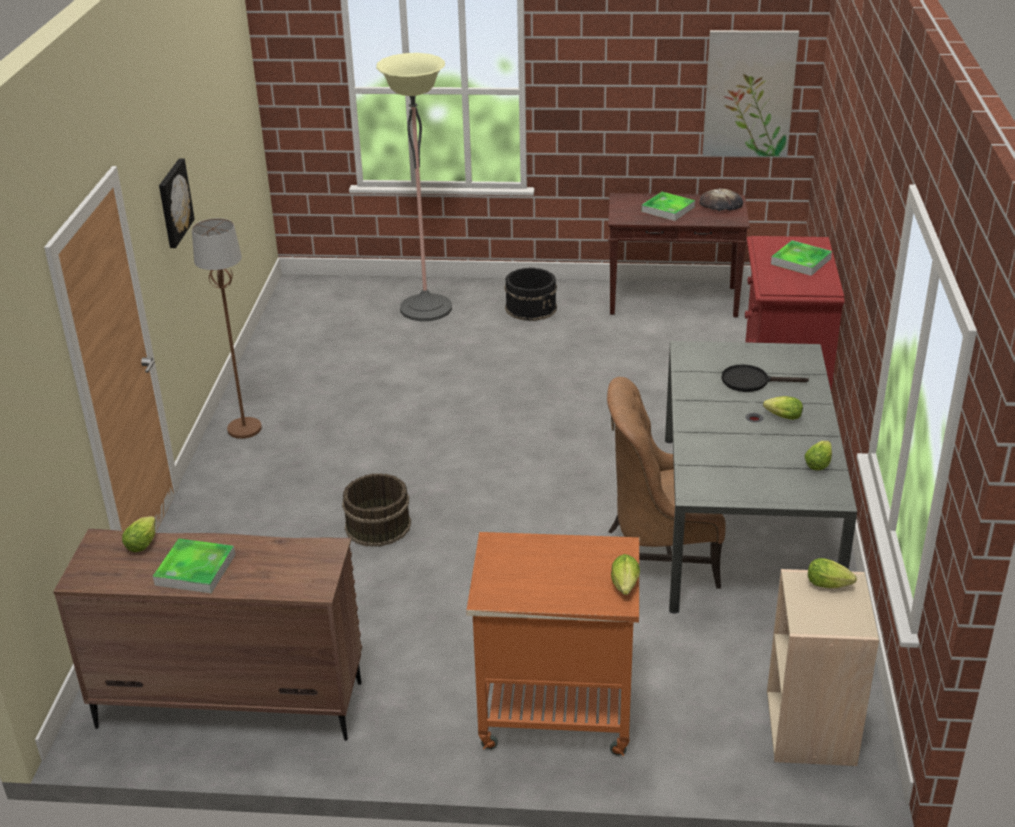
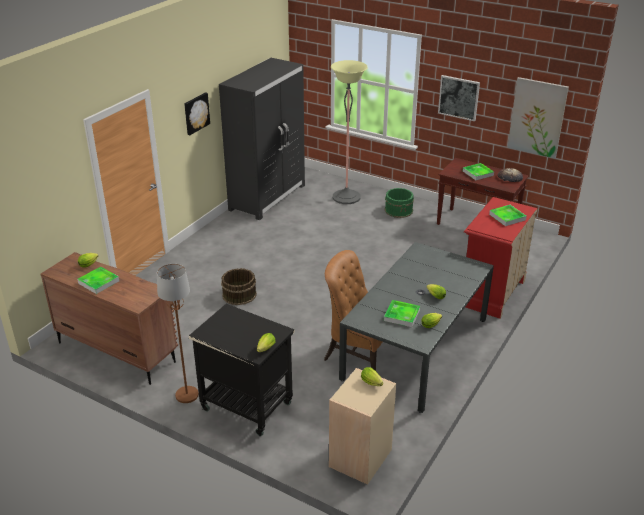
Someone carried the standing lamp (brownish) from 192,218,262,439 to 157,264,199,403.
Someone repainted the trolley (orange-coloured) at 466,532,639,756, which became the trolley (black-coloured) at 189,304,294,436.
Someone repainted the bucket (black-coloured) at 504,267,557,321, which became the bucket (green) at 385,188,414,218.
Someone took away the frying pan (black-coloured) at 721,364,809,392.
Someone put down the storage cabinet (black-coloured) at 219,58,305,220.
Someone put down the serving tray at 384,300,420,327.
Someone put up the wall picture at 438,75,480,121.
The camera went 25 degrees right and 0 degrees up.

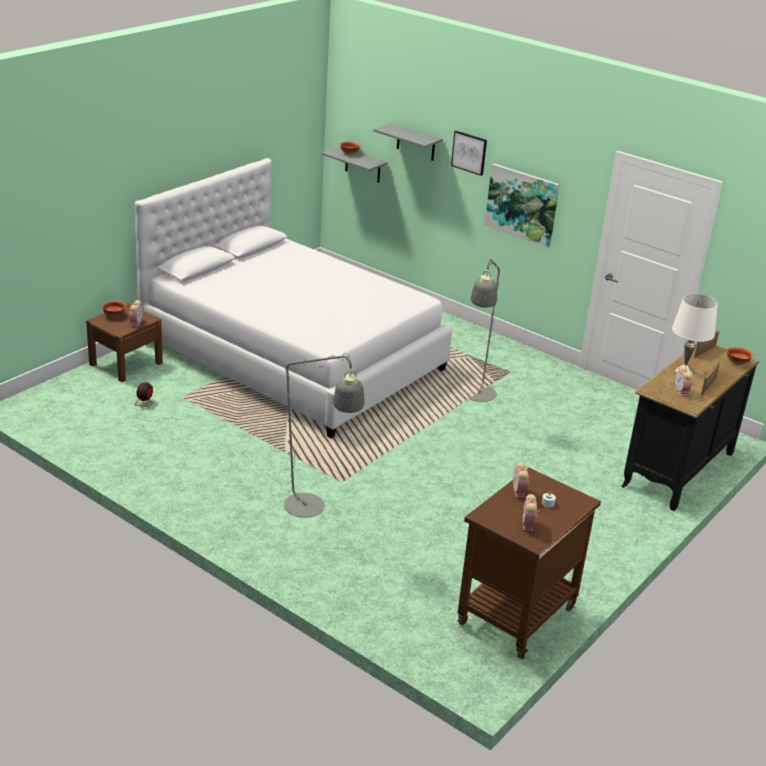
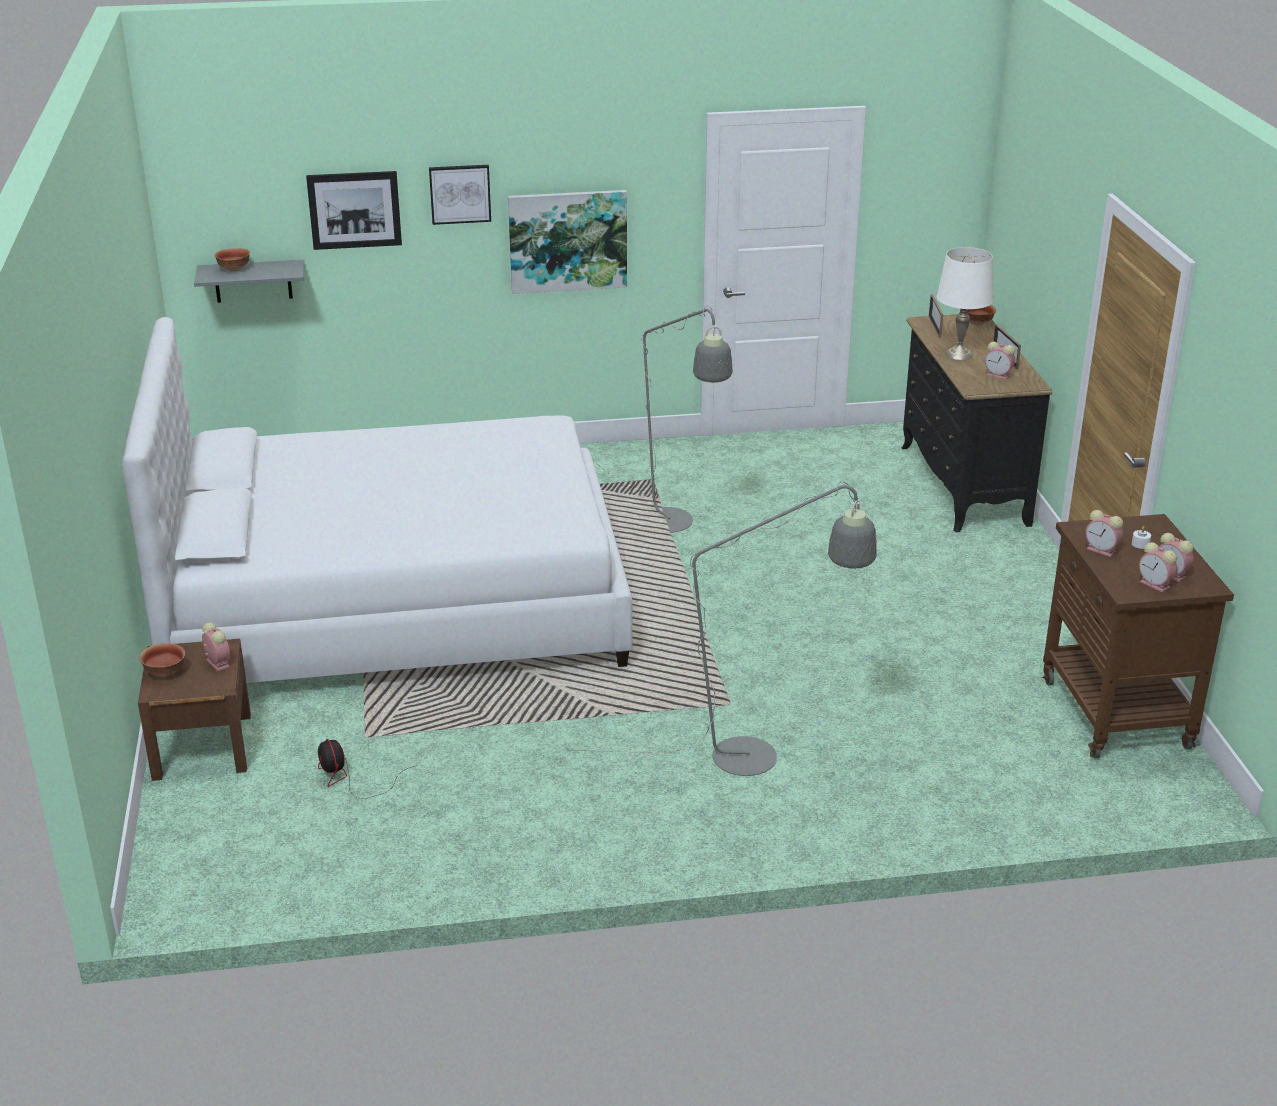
Someone swapped the shelf (greyish) at 373,123,443,161 for the wall picture at 306,171,402,250.
Someone put down the bedside clock at 1139,542,1177,592.
The camera went 45 degrees left and 0 degrees up.

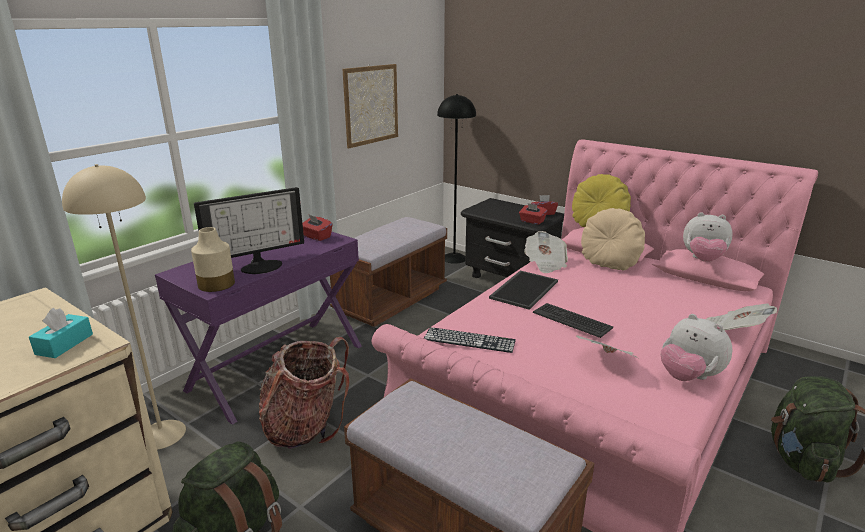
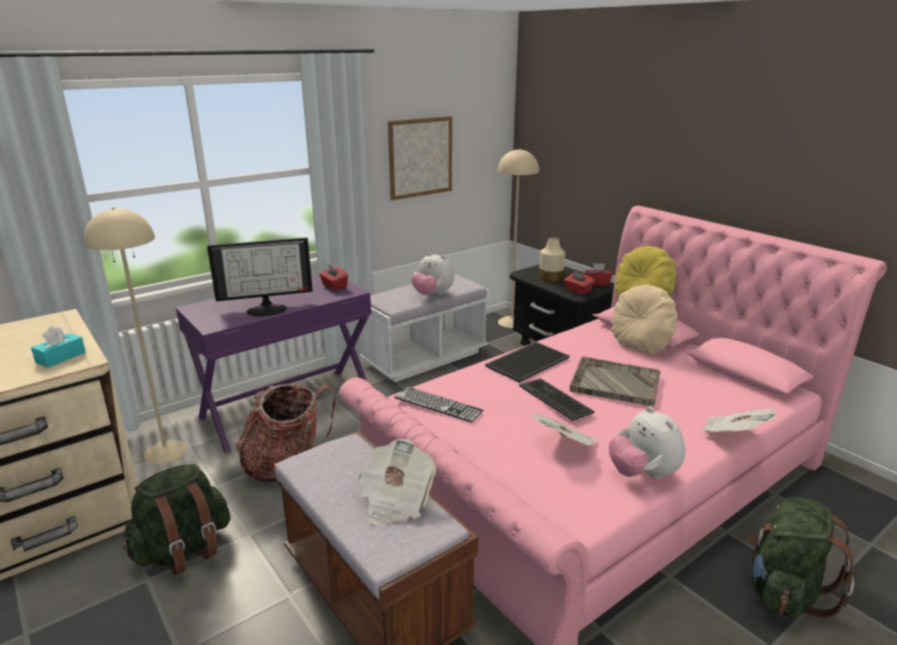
Someone carried the vase (sand-coloured) from 191,227,235,292 to 539,238,565,282.
Someone repainted the indoor bench (brownish) at 330,217,447,327, which became the indoor bench (whitish) at 360,274,489,382.
Someone repainted the standing lamp (black-coloured) at 437,94,476,264, which became the standing lamp (sand-coloured) at 498,148,539,328.
Someone carried the printed paper from 524,231,568,273 to 359,439,436,525.
Someone carried the plush toy from 683,212,733,262 to 411,252,454,295.
Someone put down the serving tray (greyish) at 569,357,660,406.
The camera went 15 degrees right and 0 degrees up.

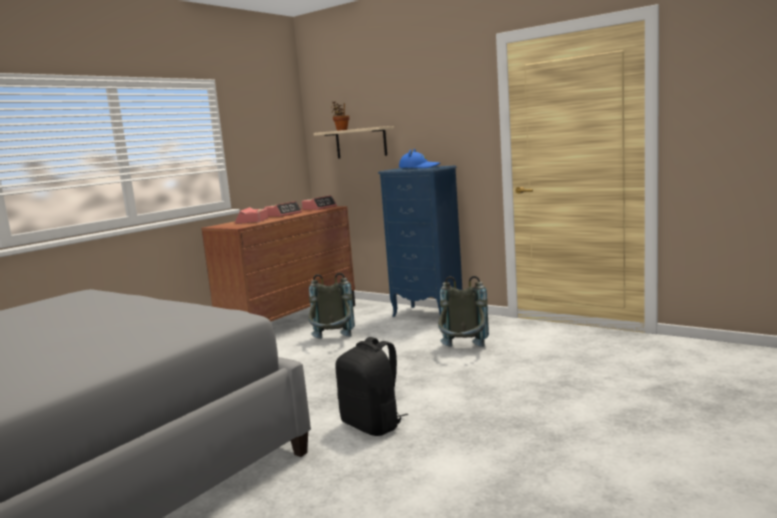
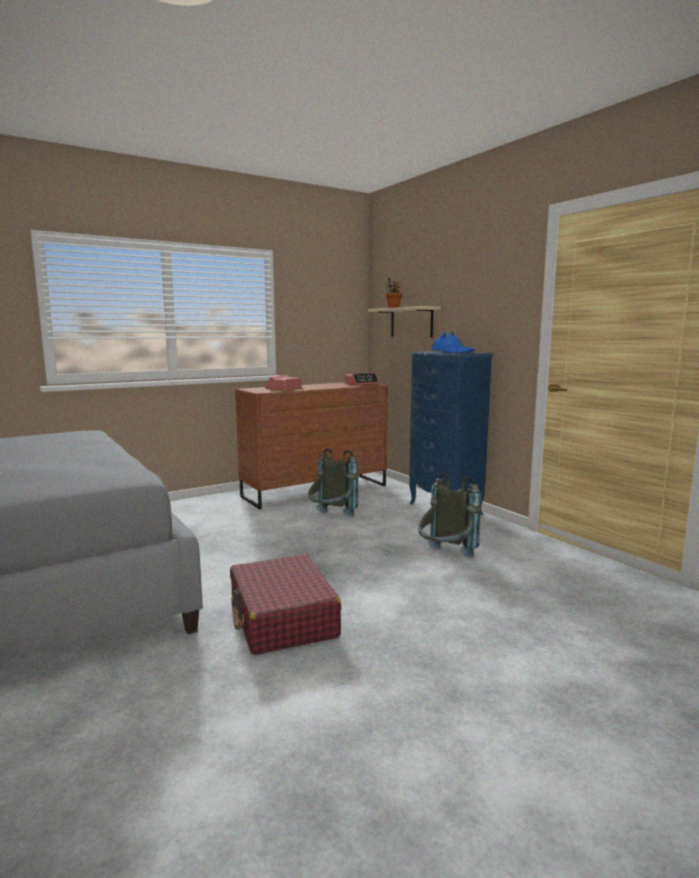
Someone took away the bedside clock at 264,201,302,217.
Someone swapped the backpack (black-coloured) at 336,337,408,436 for the suitcase (reddish) at 230,554,342,655.
The camera went 20 degrees right and 0 degrees up.

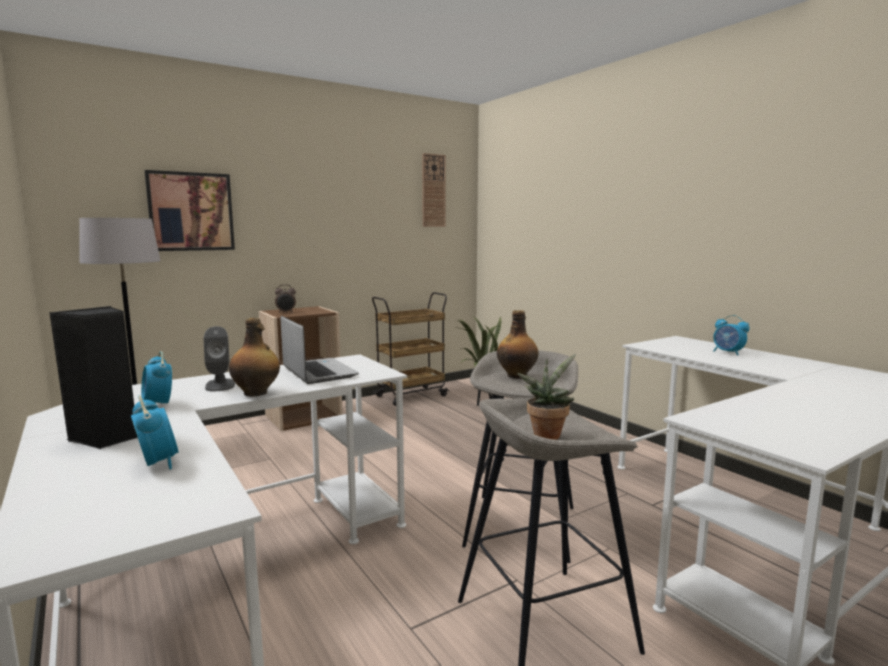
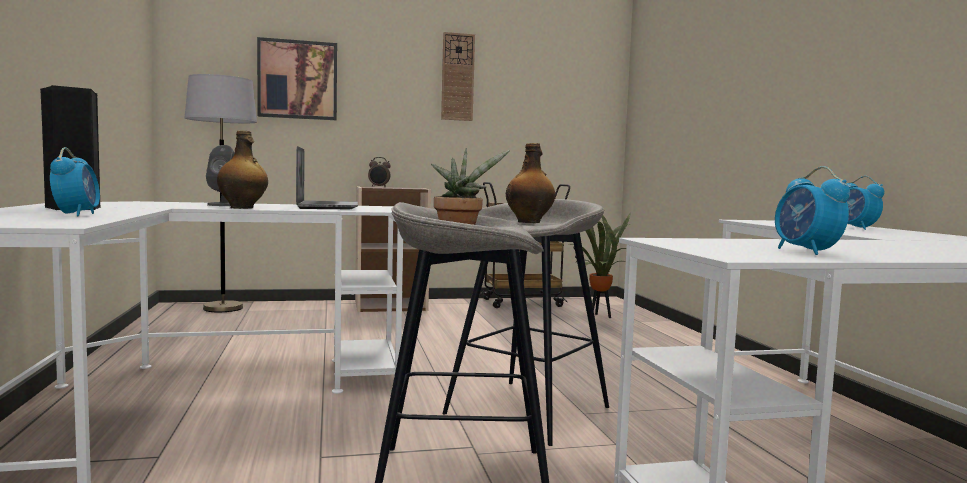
Someone carried the bedside clock from 141,351,172,403 to 775,166,850,255.
Someone carried the hanging clock from 422,153,446,227 to 441,32,475,121.
The camera went 20 degrees right and 5 degrees down.

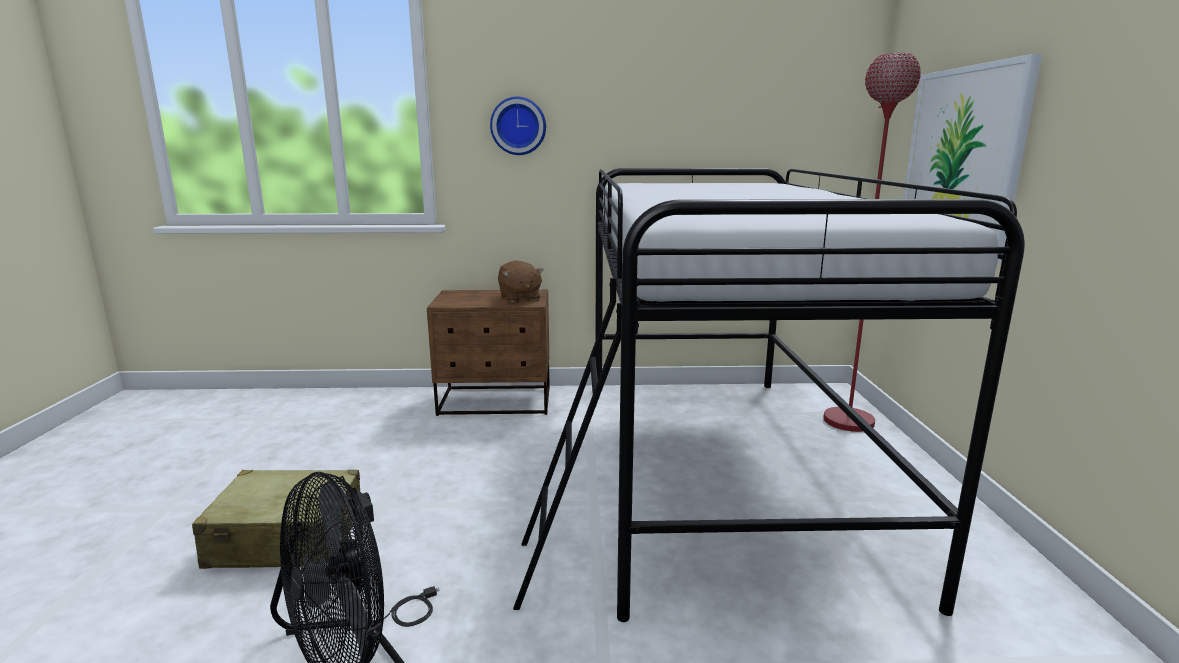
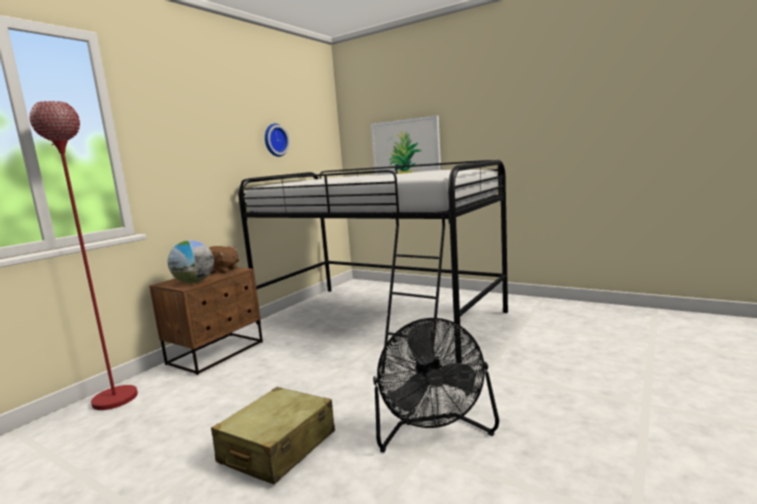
Someone carried the hanging clock from 490,97,546,155 to 265,124,290,157.
Someone carried the standing lamp (reddish) from 823,53,921,432 to 29,101,138,410.
Someone put down the globe at 168,240,214,283.
The camera went 55 degrees left and 5 degrees down.

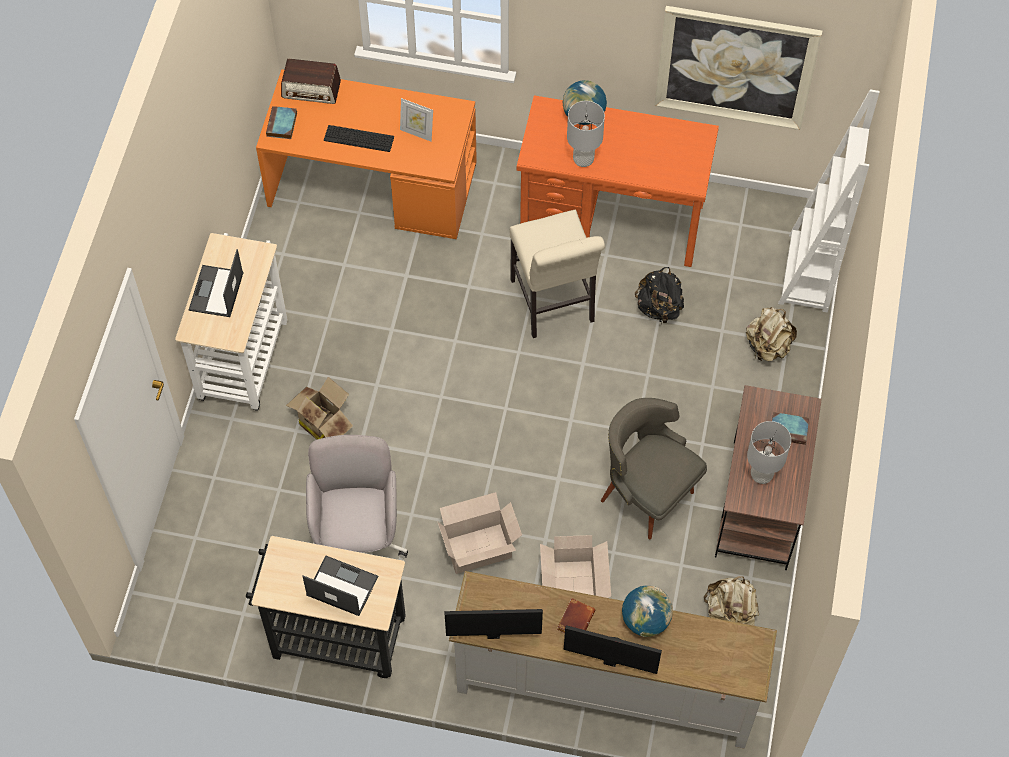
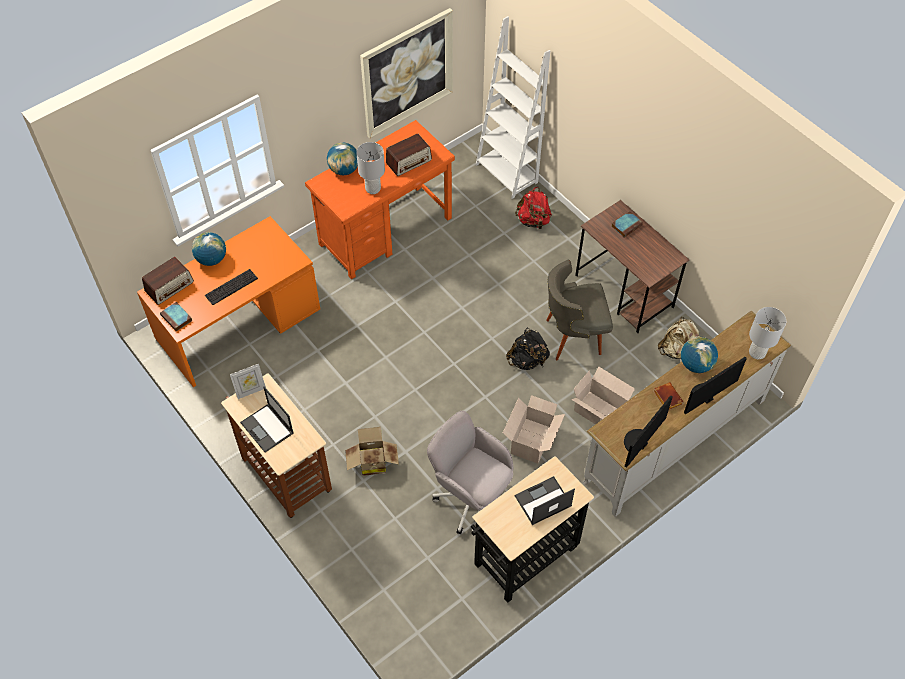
Someone repainted the trolley (whitish) at 175,233,288,411, which became the trolley (brownish) at 221,373,332,518.
Someone carried the picture frame from 400,98,433,142 to 230,364,266,399.
Someone took away the stool (sand-coloured) at 510,210,605,338.
Someone carried the backpack (black-coloured) from 635,267,684,325 to 506,327,550,370.
Someone repainted the backpack (sand-coloured) at 746,307,797,362, which became the backpack (reddish) at 515,187,552,229.
Someone carried the table lamp (greyish) from 747,421,791,484 to 749,307,786,360.
Someone put down the globe at 192,232,226,266.
Someone put down the radio set at 386,134,432,176.
The camera went 50 degrees left and 5 degrees down.

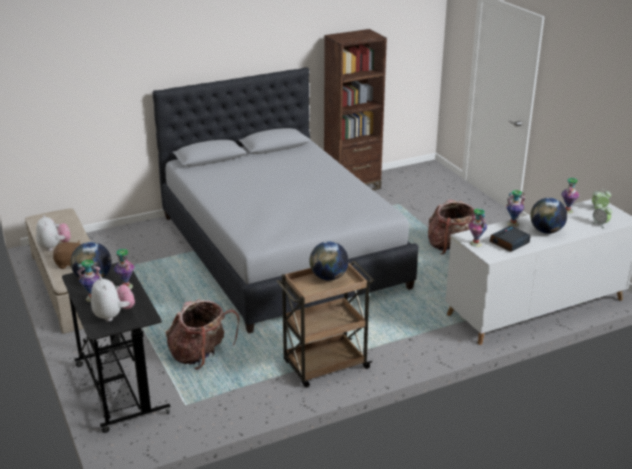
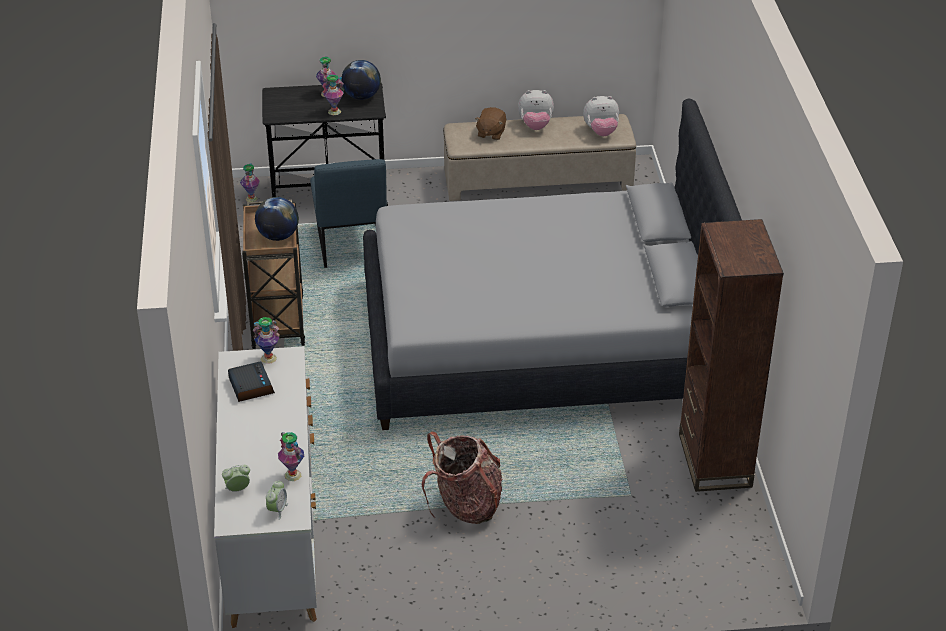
Someone carried the plush toy from 91,276,135,321 to 583,96,619,136.
Someone swapped the backpack at 166,299,239,370 for the chair (blue-coloured) at 310,159,387,268.
Someone carried the vase from 506,190,526,227 to 240,163,260,202.
Someone took away the globe at 530,198,567,234.
The camera went 110 degrees right and 10 degrees up.

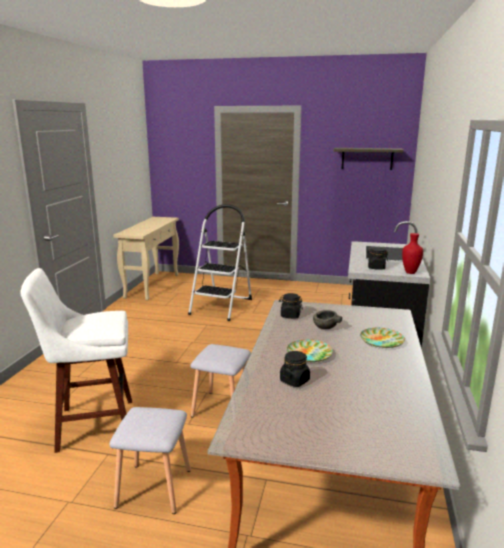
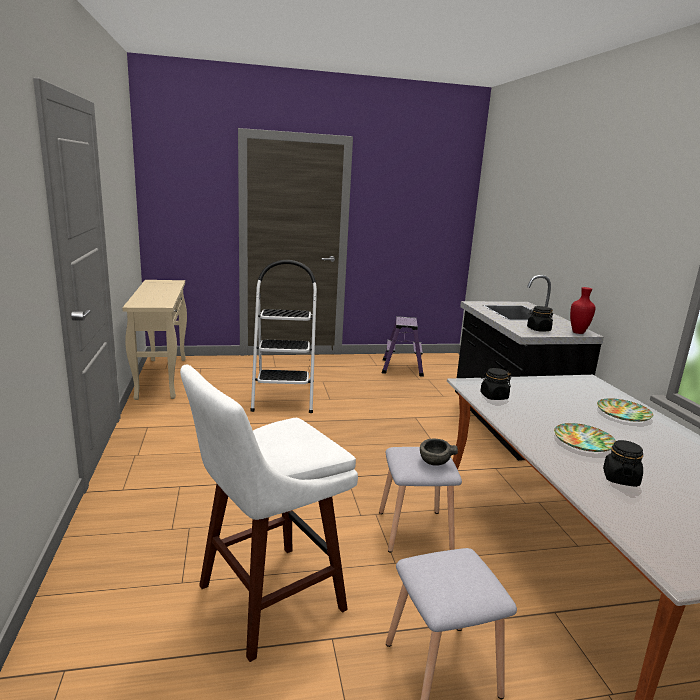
Someone carried the deep dish (greyish) from 313,310,342,329 to 420,439,458,466.
Someone took away the shelf at 334,148,404,170.
Someone put down the step stool (purplish) at 382,316,424,377.
The camera went 25 degrees left and 0 degrees up.

